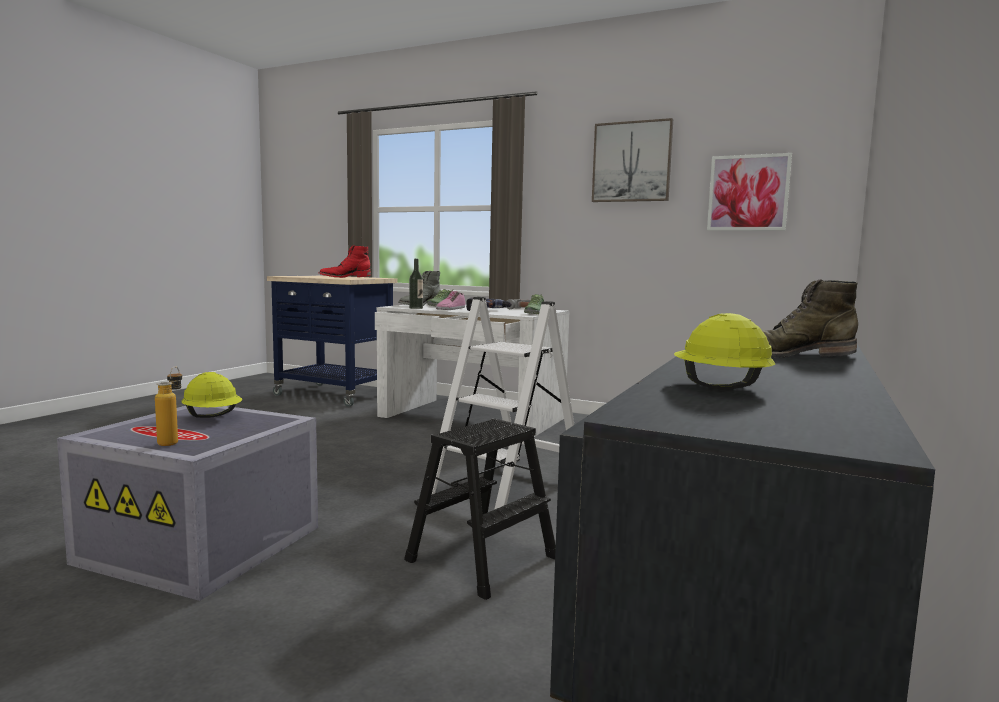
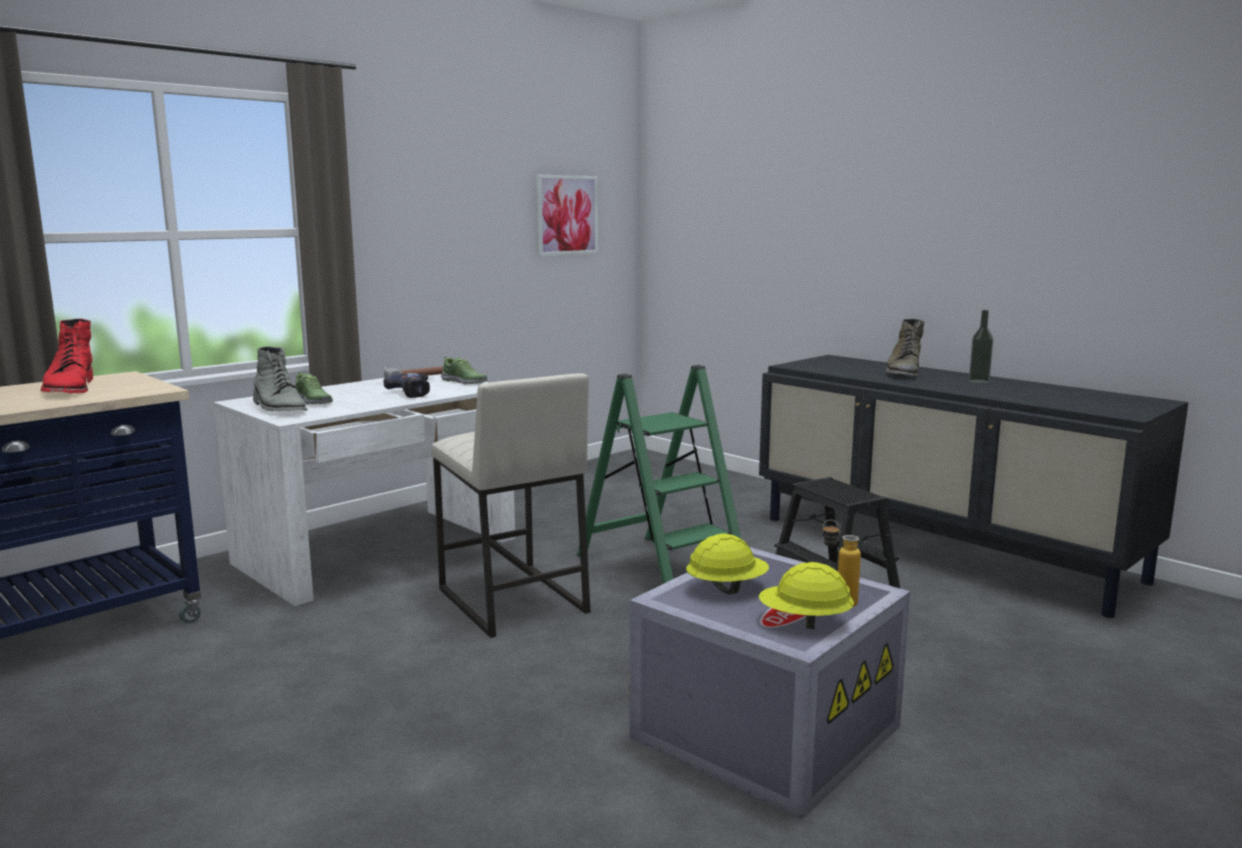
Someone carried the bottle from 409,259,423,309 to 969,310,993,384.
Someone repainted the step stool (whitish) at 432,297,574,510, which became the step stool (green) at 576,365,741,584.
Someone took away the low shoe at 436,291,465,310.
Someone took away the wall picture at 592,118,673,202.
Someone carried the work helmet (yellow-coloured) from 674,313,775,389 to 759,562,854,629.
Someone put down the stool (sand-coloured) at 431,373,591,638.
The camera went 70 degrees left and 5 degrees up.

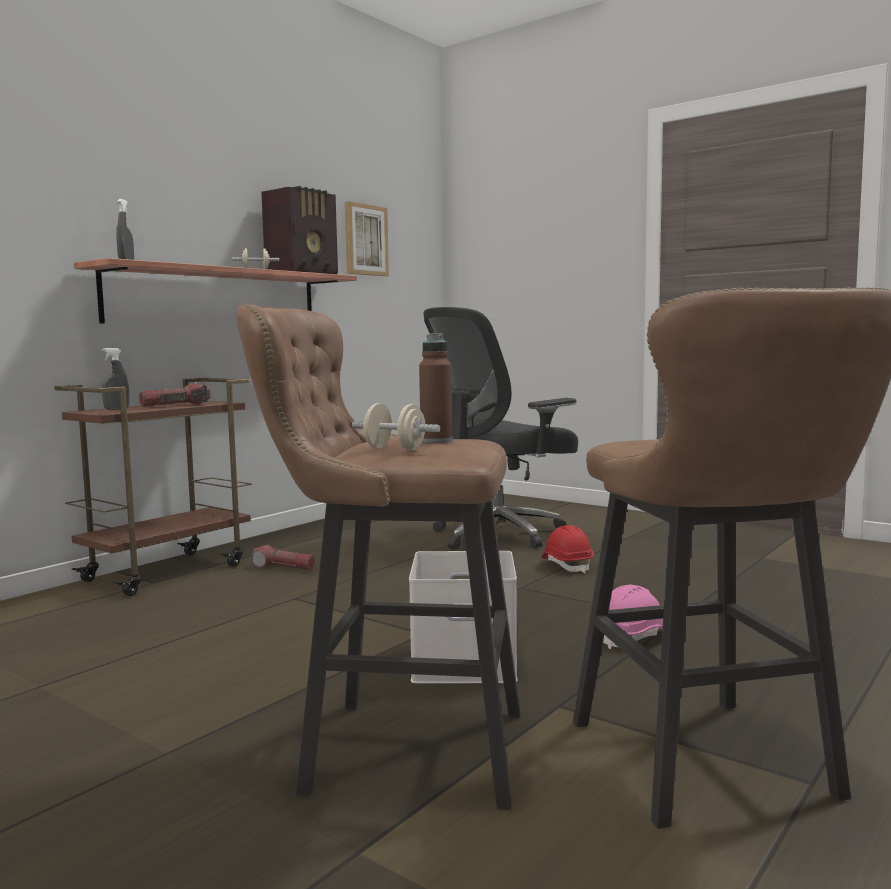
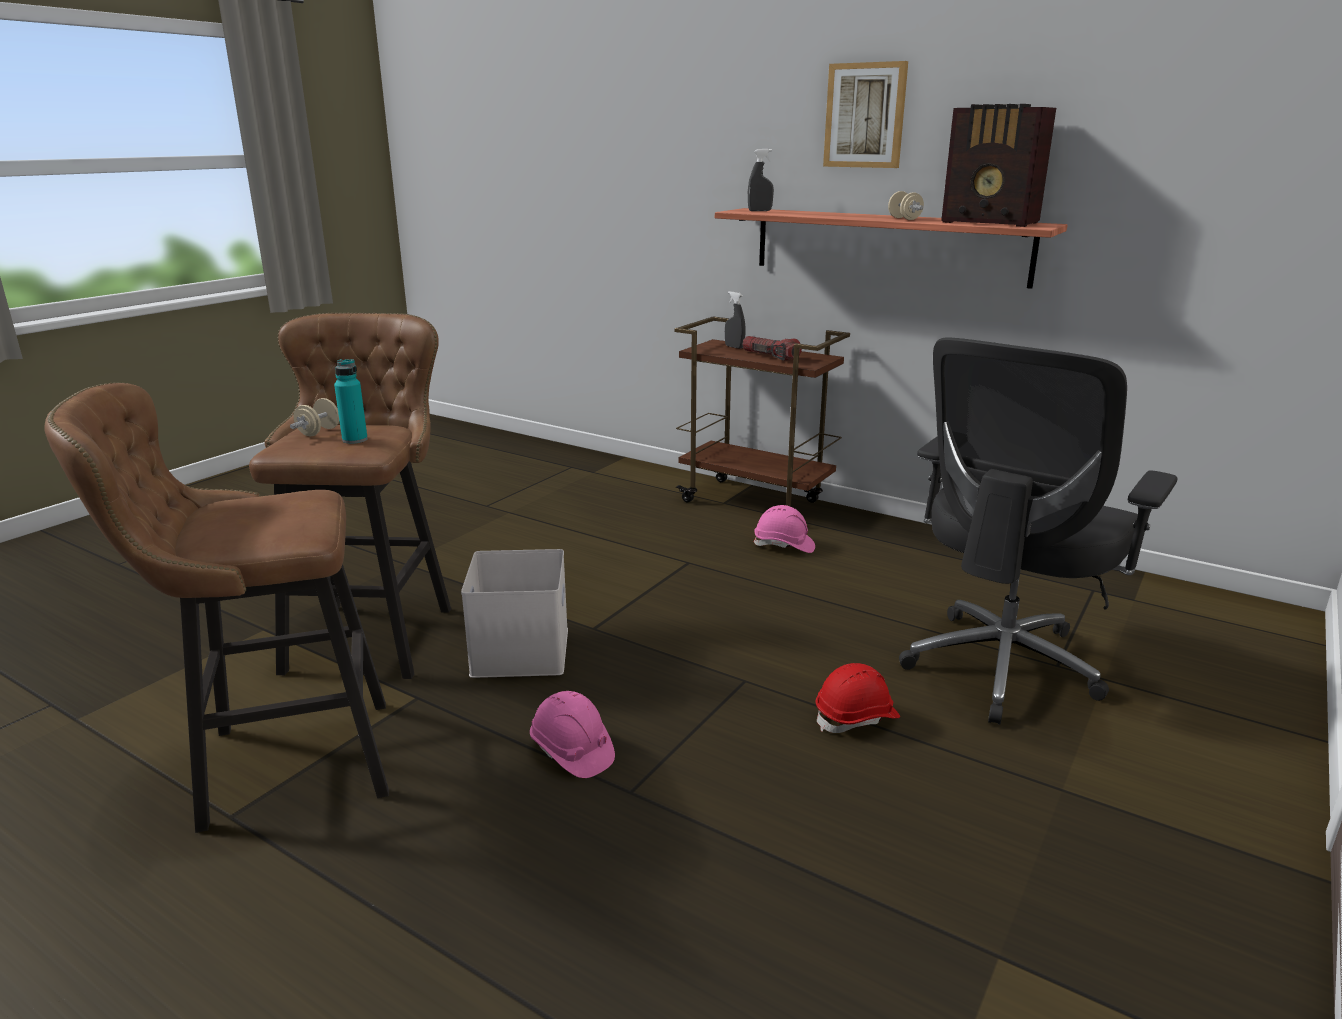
Someone swapped the torch at 251,544,315,570 for the work helmet (pinkish) at 753,505,815,553.
Someone carried the wall picture from 345,201,389,276 to 823,61,908,168.
Someone repainted the bottle (brownish) at 419,333,452,443, which became the bottle (turquoise-coloured) at 334,359,368,444.
Someone rotated the computer chair at 423,307,578,549 by 105 degrees counterclockwise.
The camera went 85 degrees right and 15 degrees up.

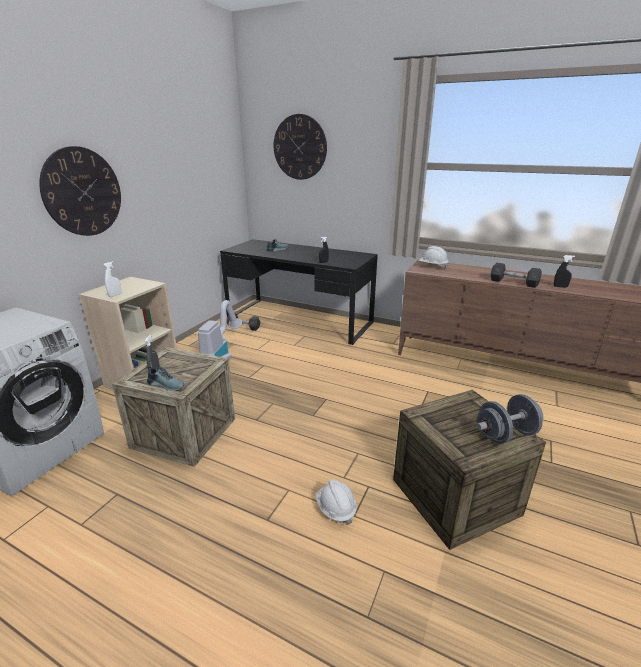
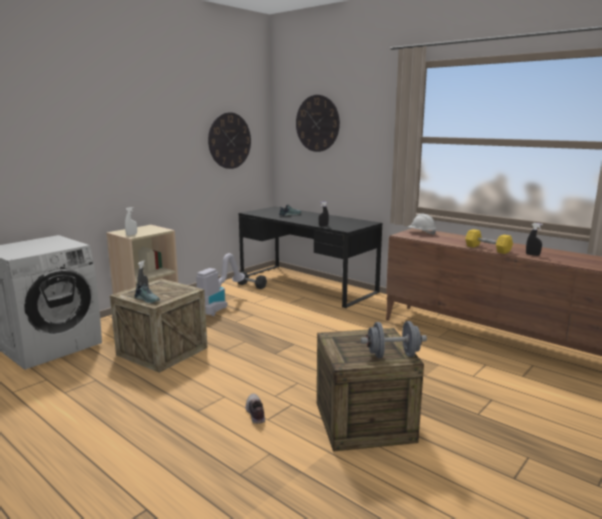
Someone carried the hanging clock from 39,146,121,236 to 208,112,251,169.
Someone swapped the work helmet (whitish) at 316,479,357,525 for the low shoe at 245,393,265,424.
Someone repainted the dumbbell (greyish) at 491,263,542,288, which became the dumbbell (yellow-coloured) at 465,229,513,254.
The camera went 15 degrees right and 10 degrees down.

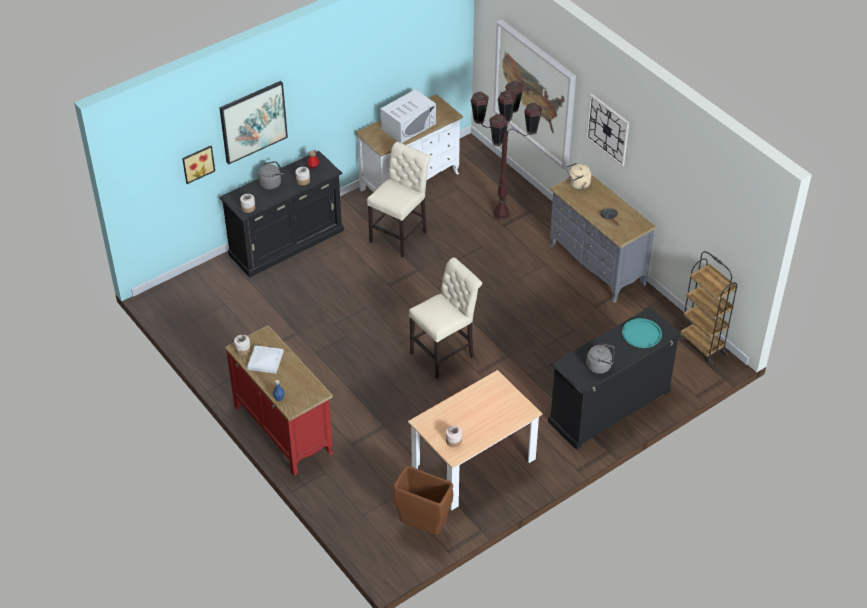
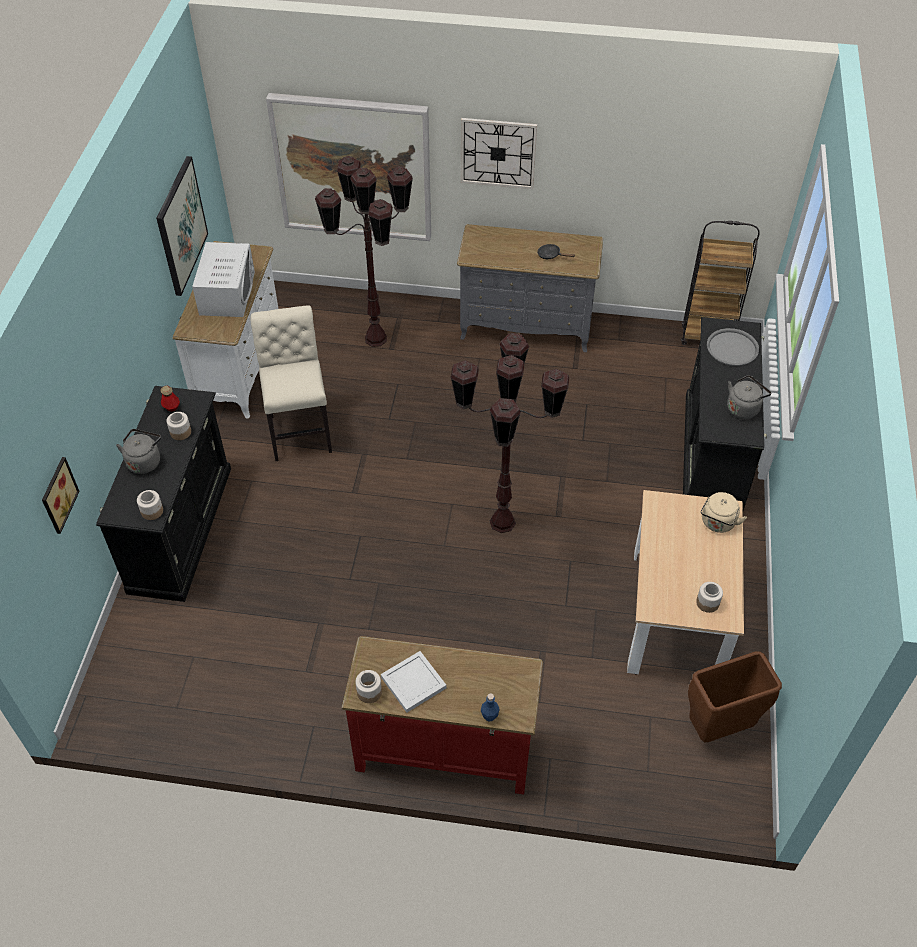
Someone carried the wall picture from 219,81,288,165 to 156,156,208,296.
Someone swapped the stool (sand-coloured) at 409,258,482,379 for the standing lamp (brownish) at 450,333,569,533.
Someone carried the tea kettle (sand-coloured) from 566,163,591,190 to 701,492,747,533.
Someone repainted the serving tray (turquoise-coloured) at 622,318,662,348, which became the serving tray (greyish) at 707,328,759,366.
The camera went 45 degrees left and 5 degrees up.

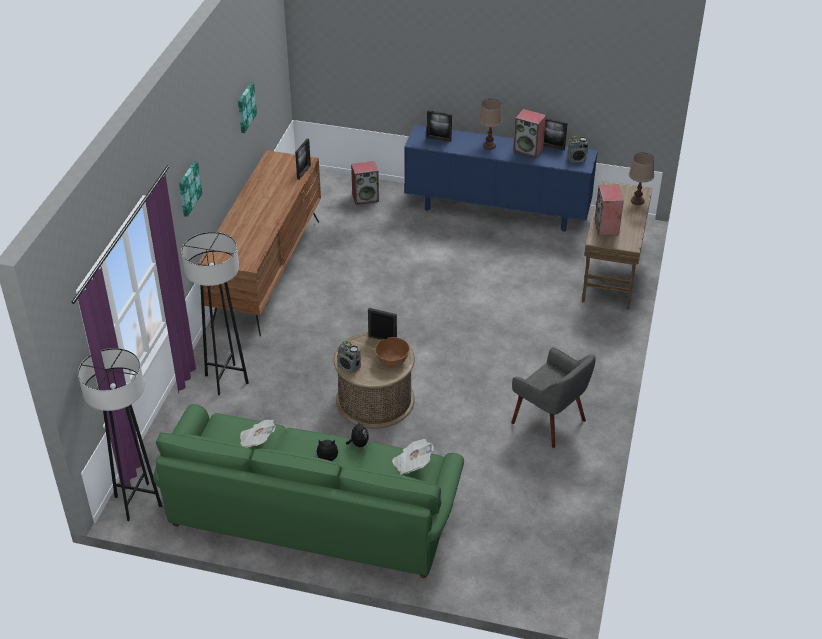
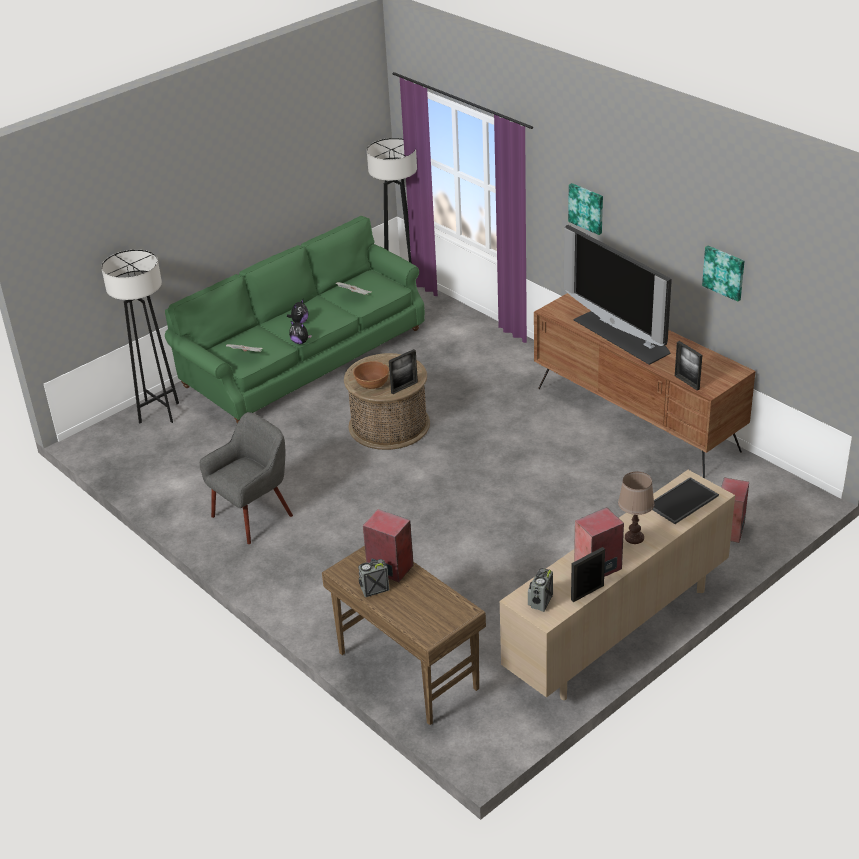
Someone carried the standing lamp (greyish) from 181,232,249,395 to 101,250,179,423.
Someone carried the radio set from 337,340,361,373 to 358,559,389,597.
Someone repainted the storage cabinet (blue-coloured) at 404,125,598,232, which became the storage cabinet (sand-coloured) at 500,470,735,700.
Someone swapped the picture frame at 427,110,452,142 for the serving tray at 652,477,719,524.
Someone rotated the armchair (greyish) at 511,347,596,448 by 150 degrees clockwise.
Someone took away the table lamp (brownish) at 629,152,654,205.
Someone put down the TV set at 564,225,672,365.
The camera went 125 degrees right and 5 degrees down.

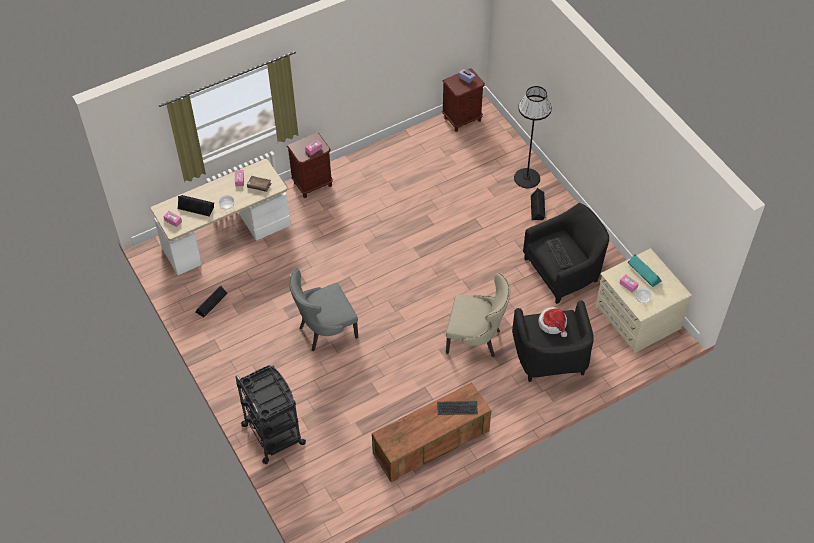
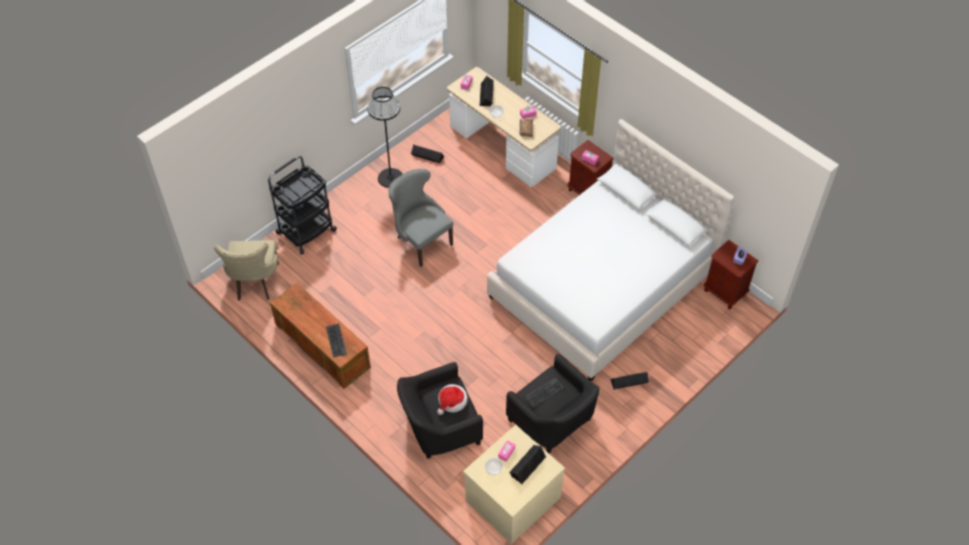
Someone carried the chair (sand-coloured) from 446,273,511,357 to 214,240,279,301.
Someone carried the standing lamp (black-coloured) from 514,86,552,188 to 367,87,403,188.
Someone repainted the speaker (turquoise-coloured) at 628,254,662,287, which became the speaker (black-coloured) at 509,445,546,484.
Someone put down the sleeping bed (whitish) at 487,119,734,381.
The camera went 75 degrees right and 0 degrees up.

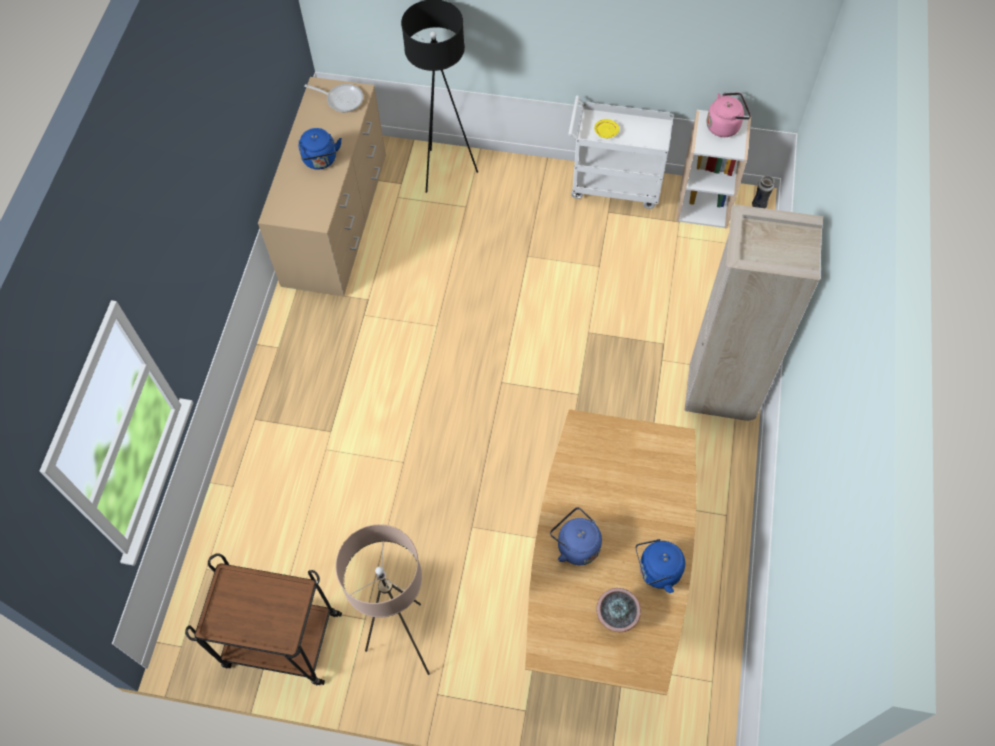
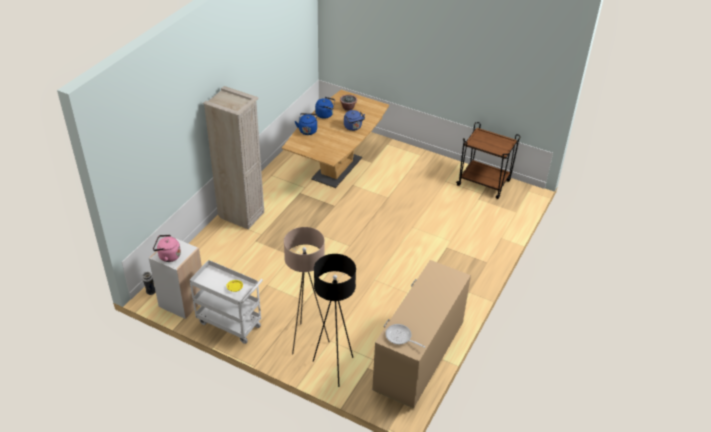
Someone carried the tea kettle (blue-coloured) from 299,128,342,170 to 295,113,318,135.
Someone carried the standing lamp (sand-coloured) from 336,524,430,675 to 284,227,330,355.
The camera went 165 degrees left and 20 degrees down.

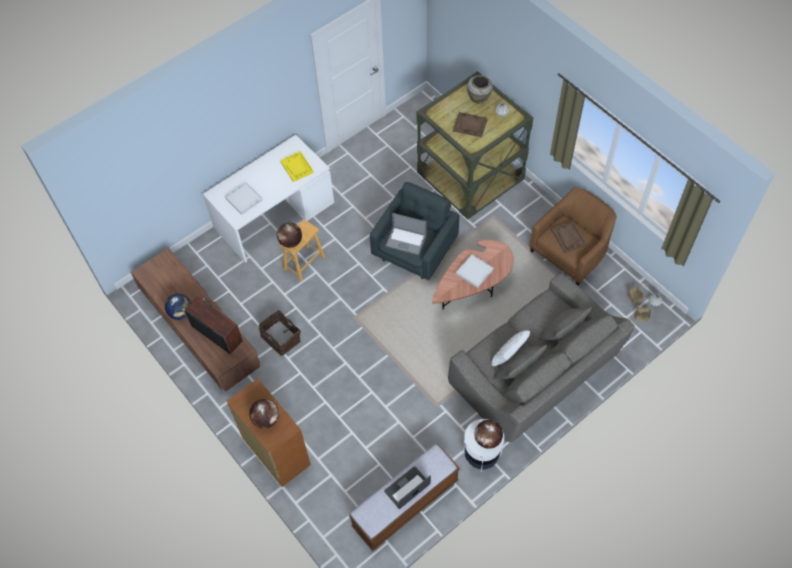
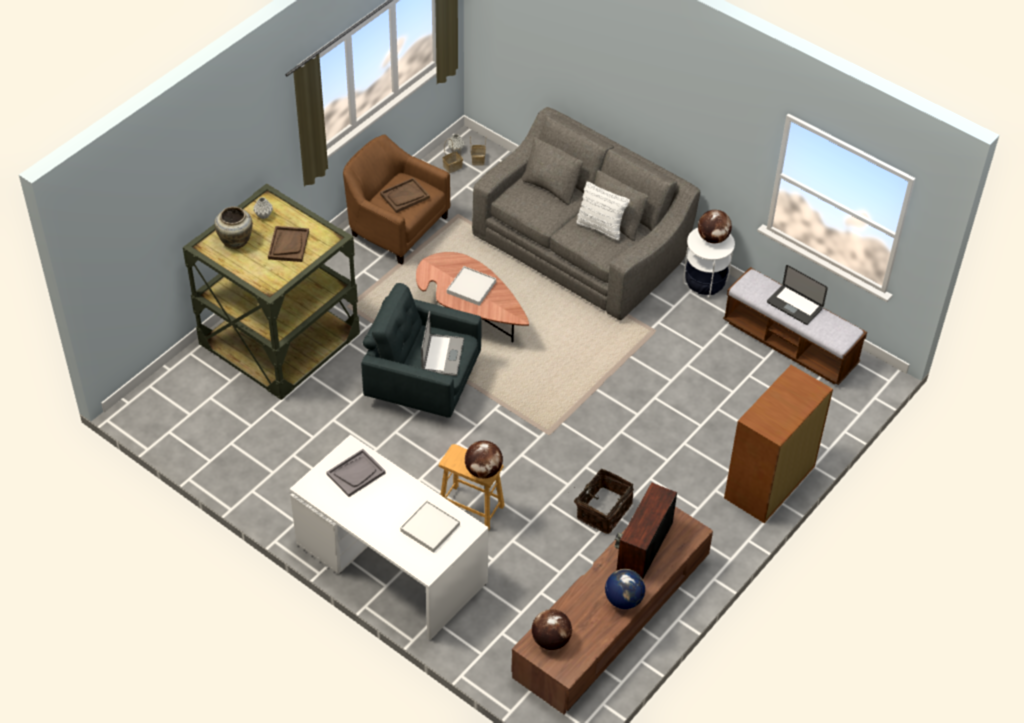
Someone carried the globe from 249,399,279,429 to 532,609,572,650.
Someone repainted the serving tray (yellow-coloured) at 280,151,314,182, which became the serving tray (greyish) at 326,449,385,497.
The camera went 105 degrees left and 10 degrees down.

